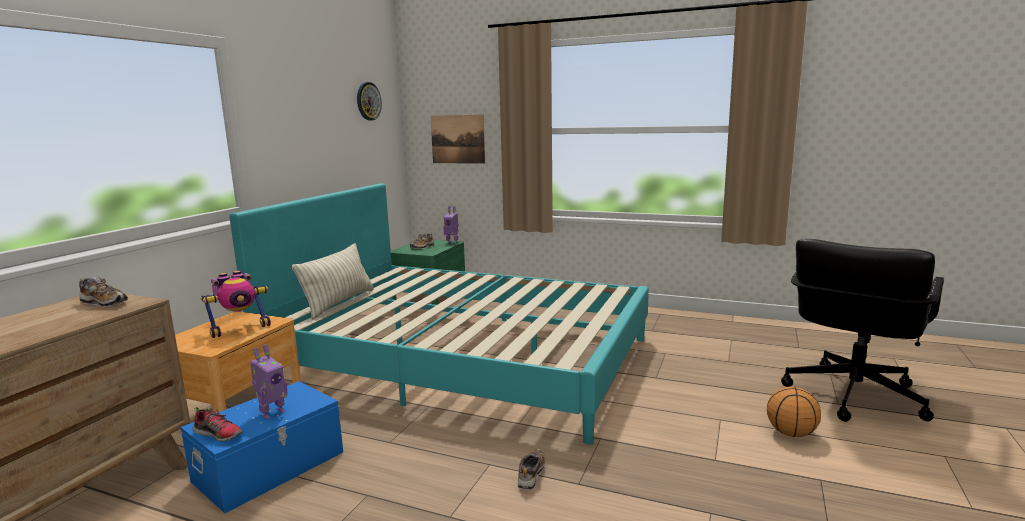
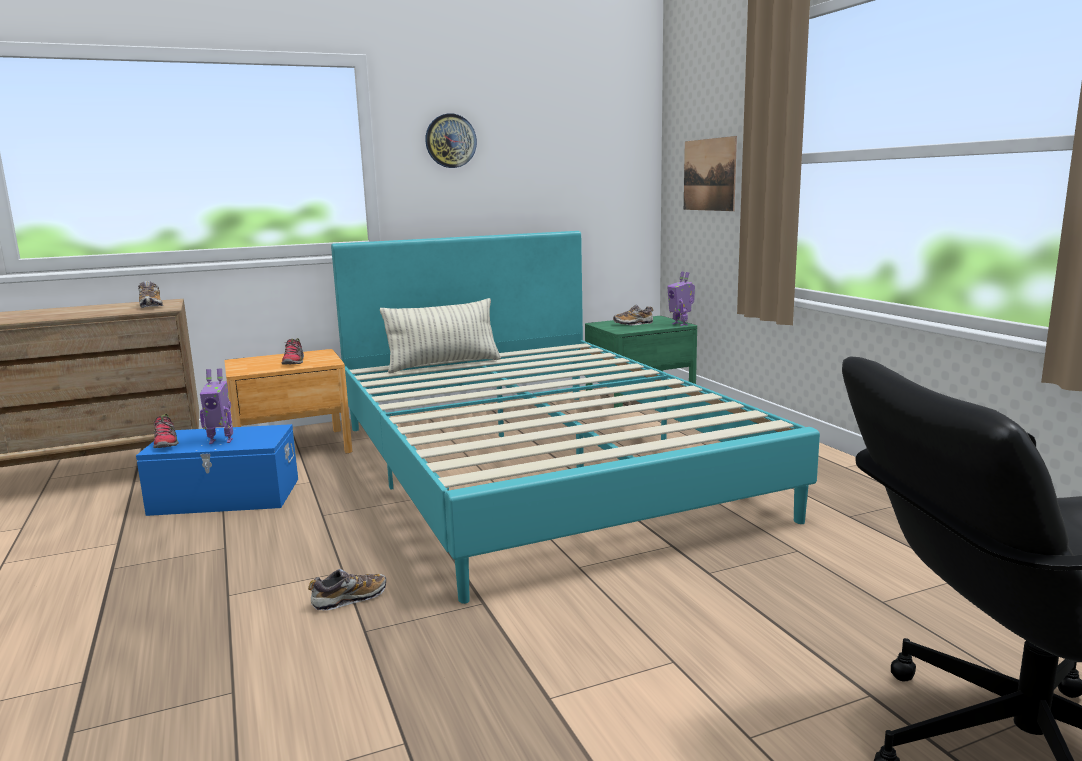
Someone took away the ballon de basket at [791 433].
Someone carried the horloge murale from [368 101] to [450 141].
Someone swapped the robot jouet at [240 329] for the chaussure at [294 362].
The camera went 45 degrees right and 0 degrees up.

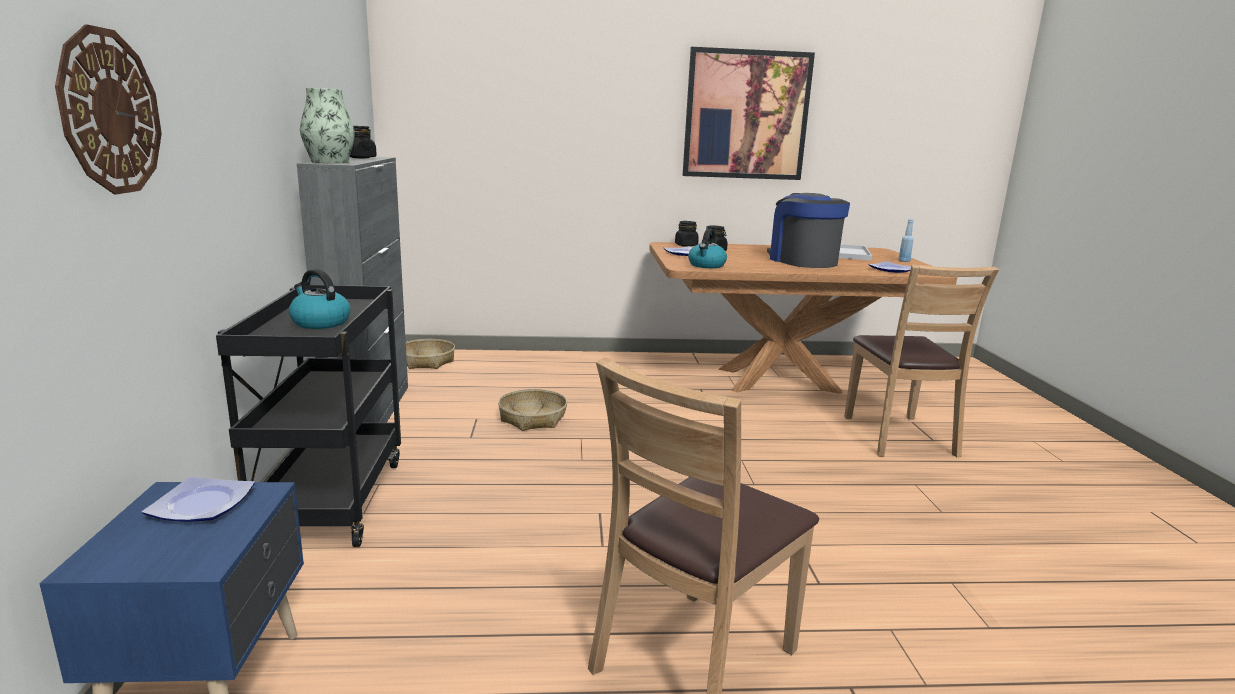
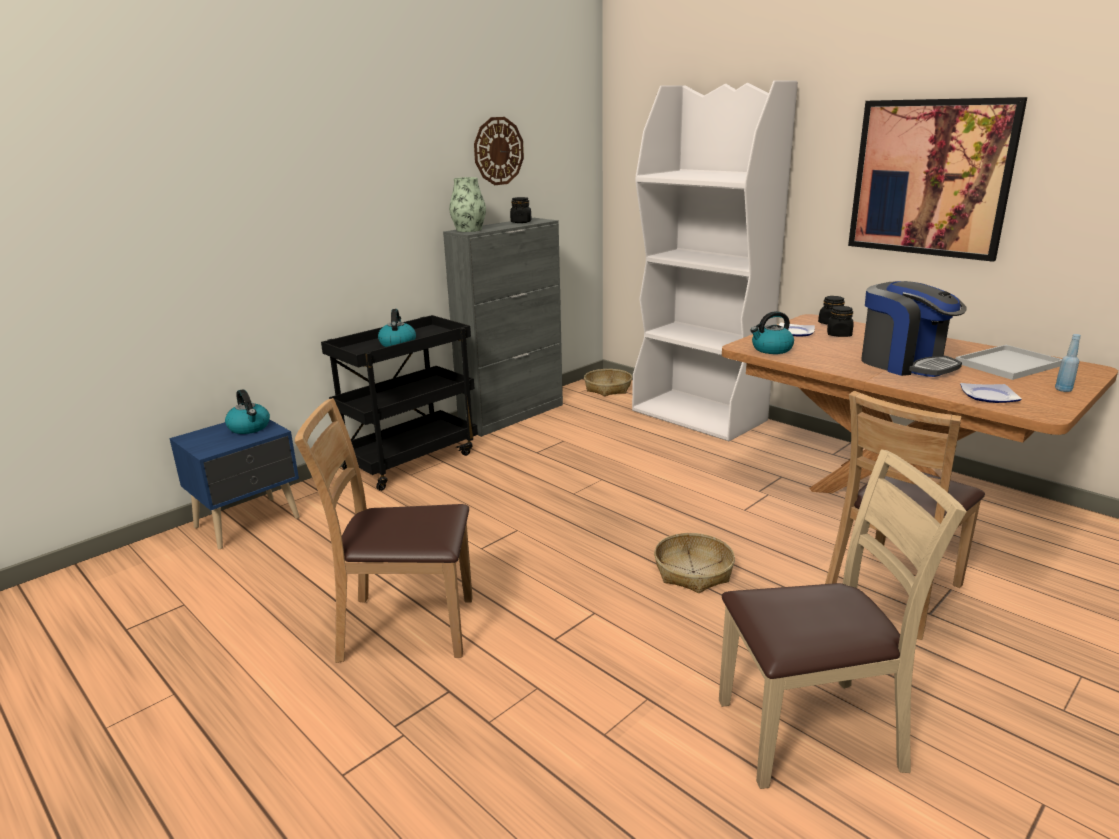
Someone put down the bibliothèque/blanc at [700 415].
Someone put down the chaise/beige at [811 732].
Someone carried the horloge murale from [110 112] to [498 151].
Someone carried the panier from [532 418] to [693 572].
Someone swapped the assiette at [201 504] for the bouilloire at [250 428].
Someone rotated the machine à café at [802 261] by 120 degrees clockwise.
The camera went 50 degrees right and 5 degrees up.

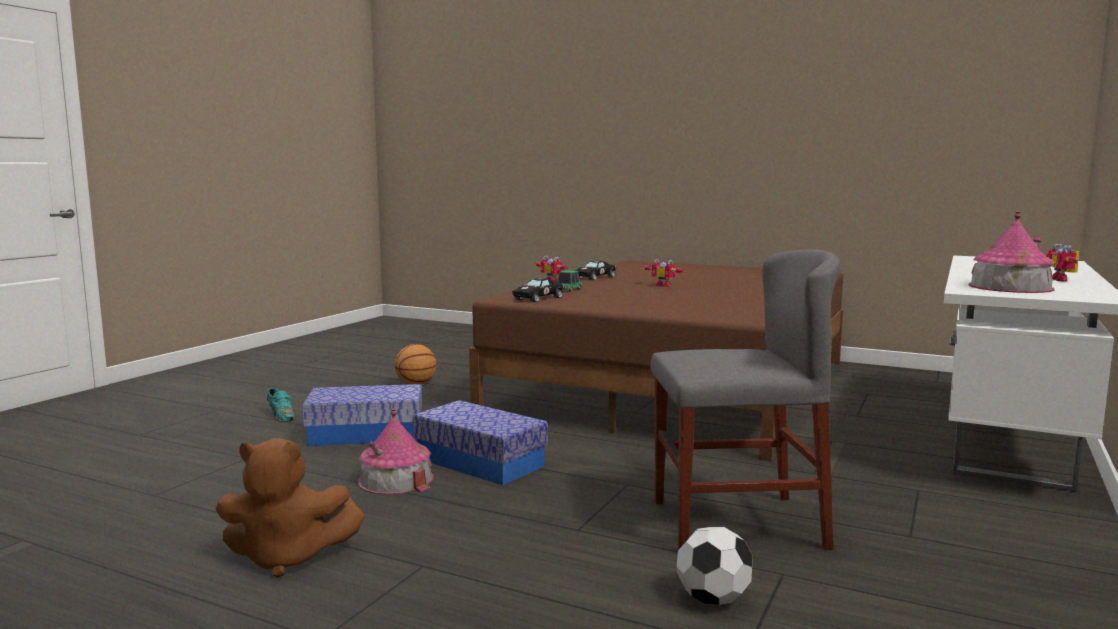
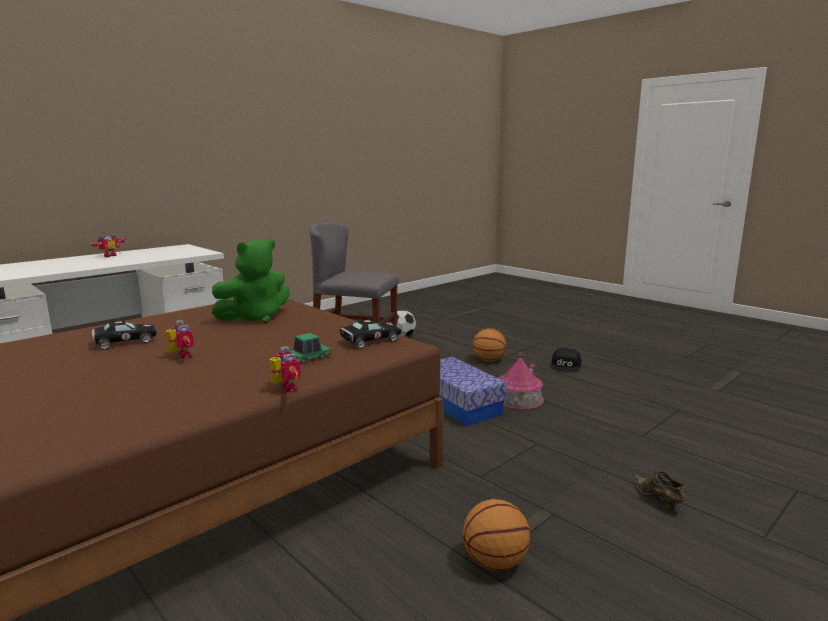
Someone took away the boîte de rangement at [366 434].
Someone took away the maison miniature at [1010 287].
Someone put down the peluche/vert at [255 318].
Someone put down the ballon de basket at [489 360].
Someone carried the petite voiture/noir from [595 277] to [122 342].
Someone swapped the peluche/marron at [287 558] for the casquette/noir at [566 366].
Someone repainted the chaussure/turquoise at [281 416], which became the chaussure/marron at [658 499].
The camera went 160 degrees left and 5 degrees up.

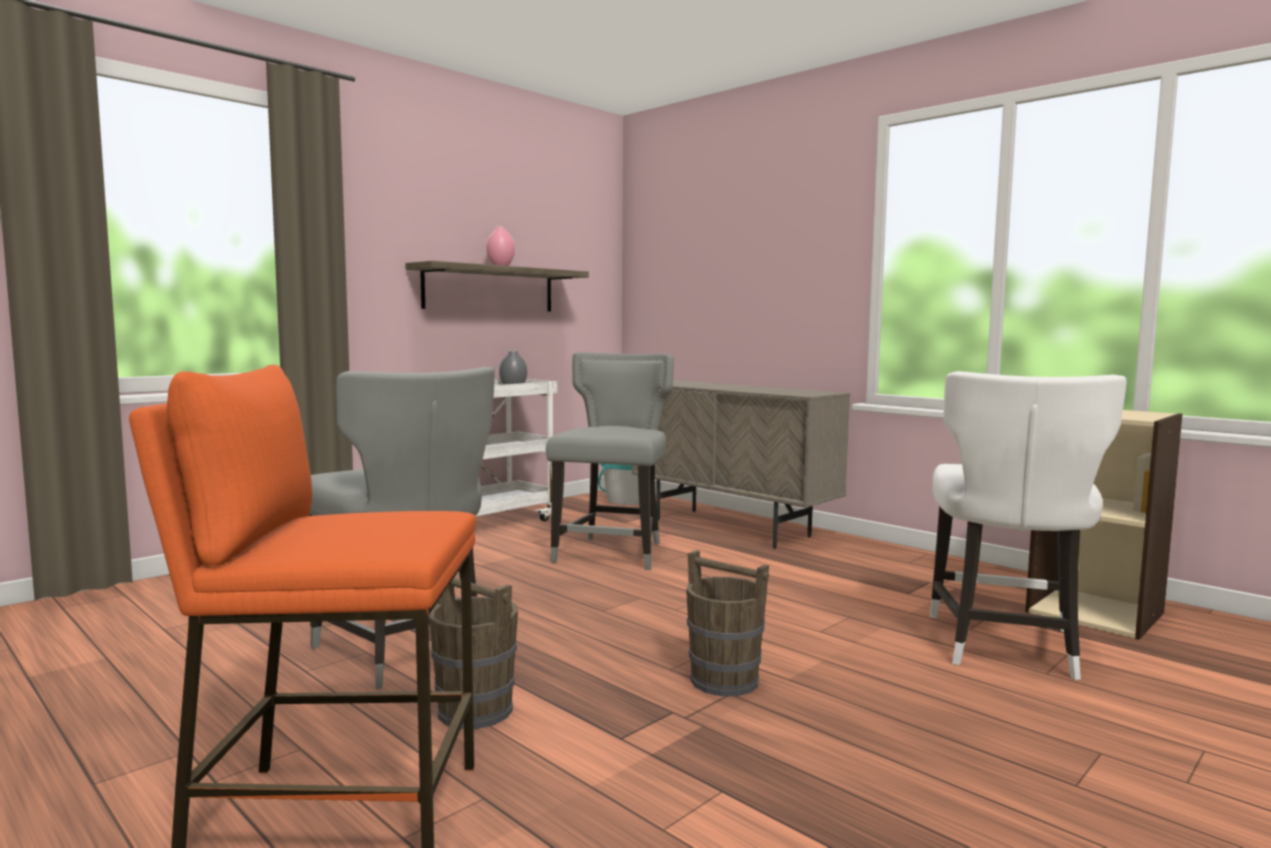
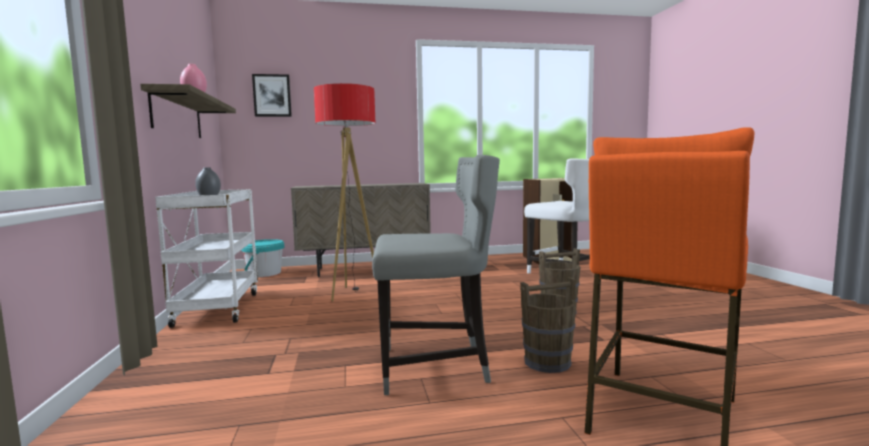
Someone put up the tableau at [272 95].
Someone swapped the chaise/gris at [613 552] for the lampadaire at [353 294].
The camera went 55 degrees left and 0 degrees up.

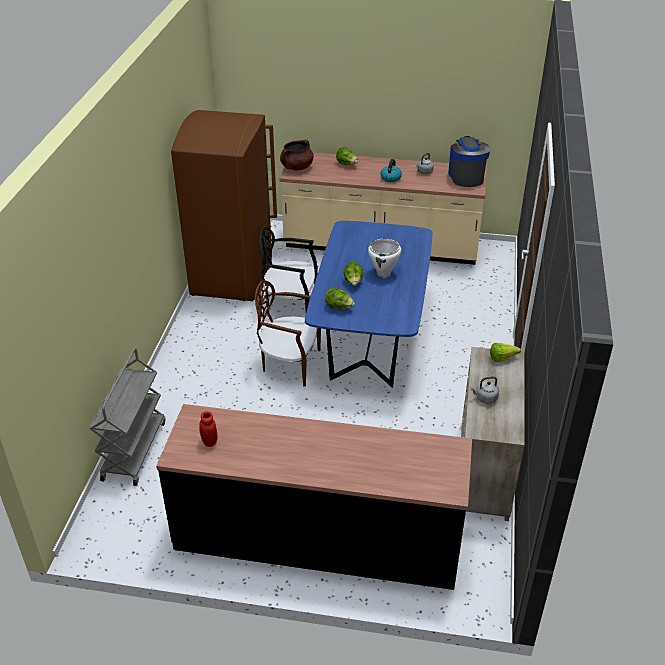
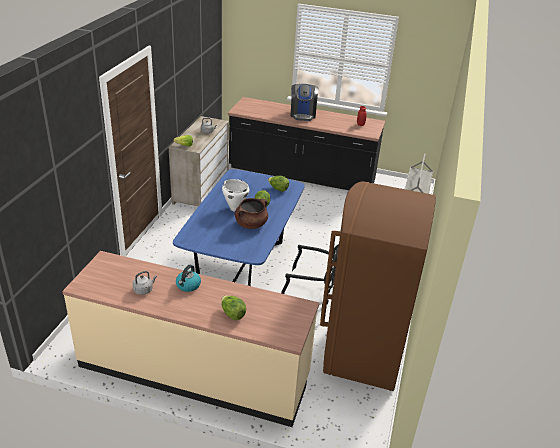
Someone took away the chaise/marron at [289 363].
Someone carried the marmite/marron from [297 167] to [251 224].
Someone carried the machine à café from [466 176] to [303 114].
The camera went 175 degrees left and 5 degrees down.

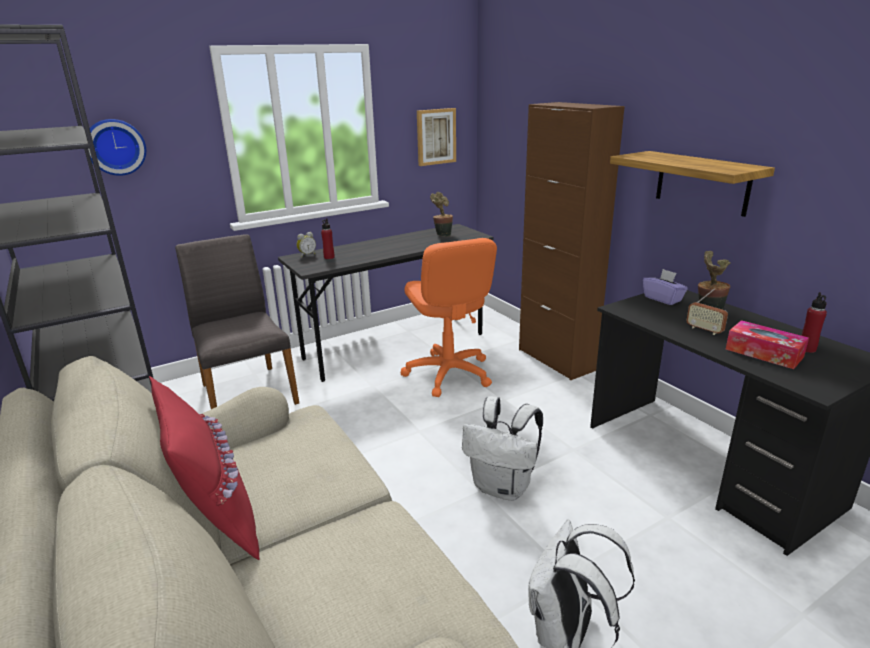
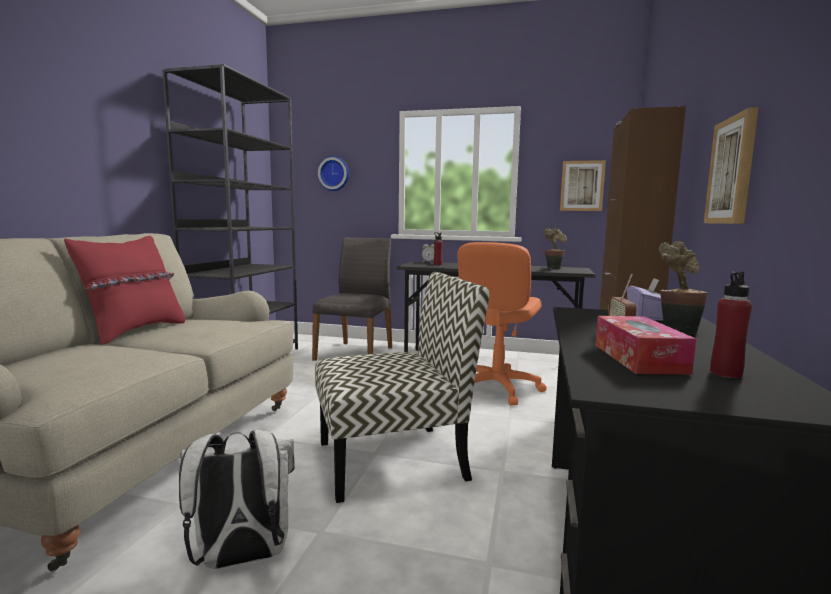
Someone swapped the sac à dos/blanc at [503 487] for the chaise at [394 459].
Someone swapped the étagère at [702 182] for the tableau at [732 171].
The camera went 45 degrees right and 15 degrees down.

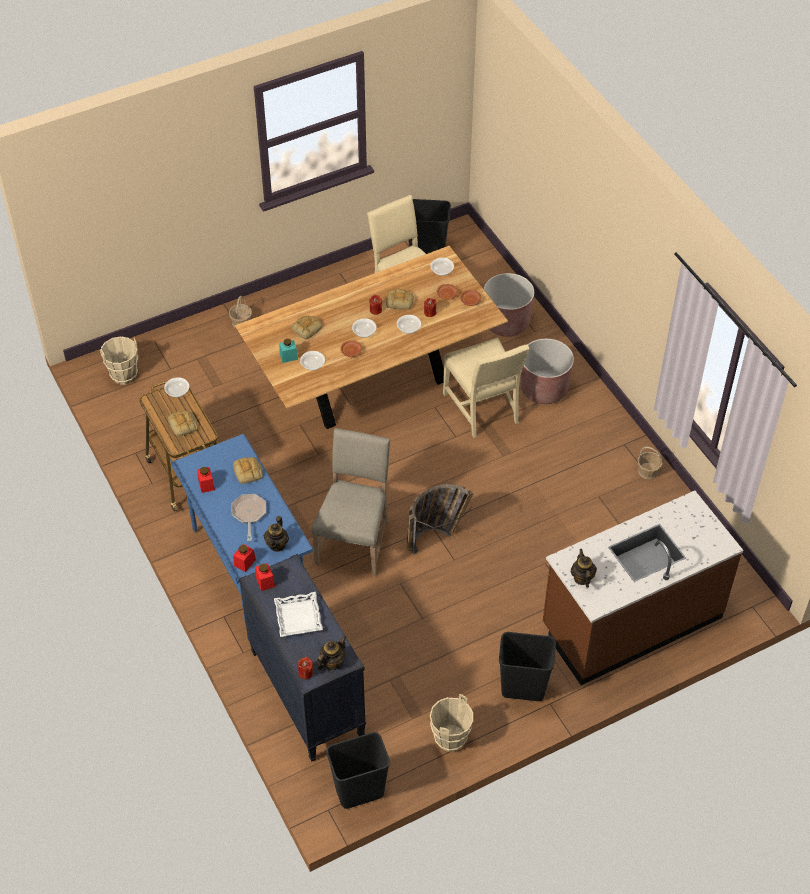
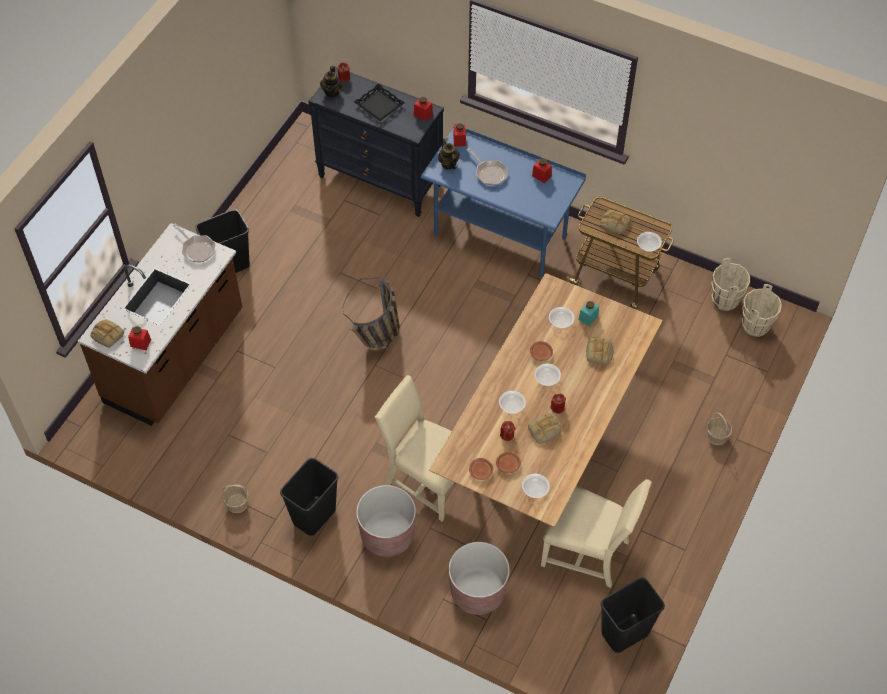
Someone took away the chaise/beige at [355 540].
Someone put down the bocal/rouge at [140 343].
Someone carried the pain from [248 472] to [107 335].
Someone carried the poubelle/noir from [359 792] to [314 515].
Someone carried the seau/beige from [450 738] to [725 300].
Someone swapped the théière at [582 578] for the poêle at [197 249].
Someone repainted the plateau/blanc at [299 617], which became the plateau/noir at [379 105].
The camera went 145 degrees right and 5 degrees up.

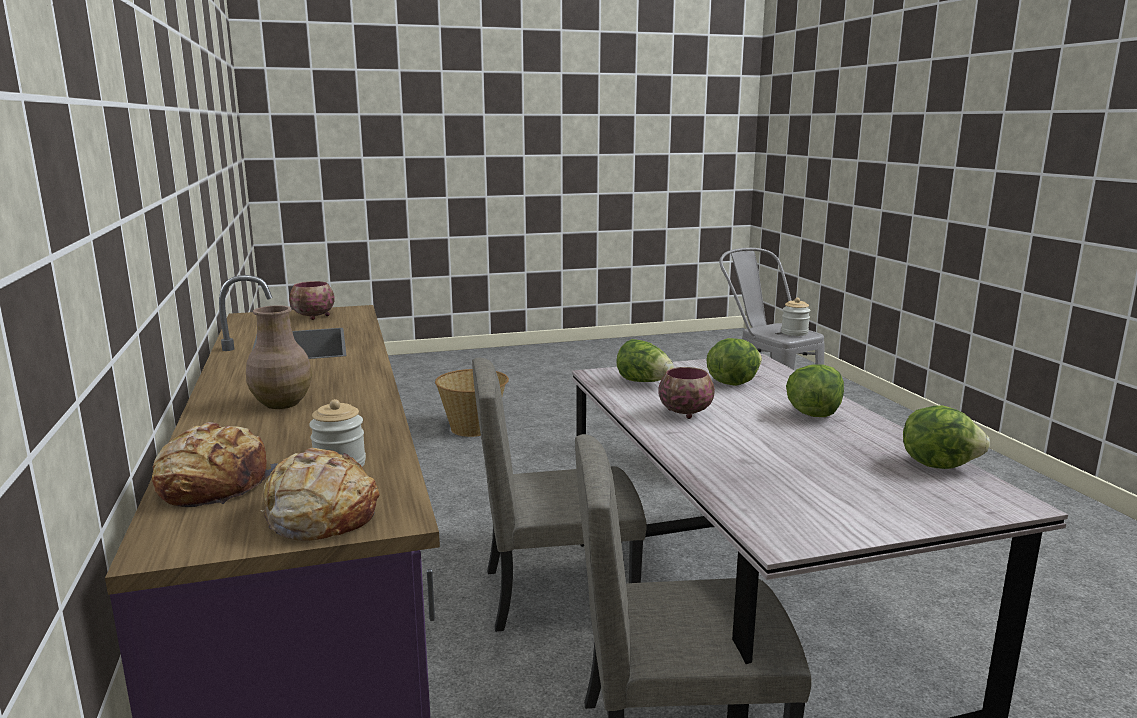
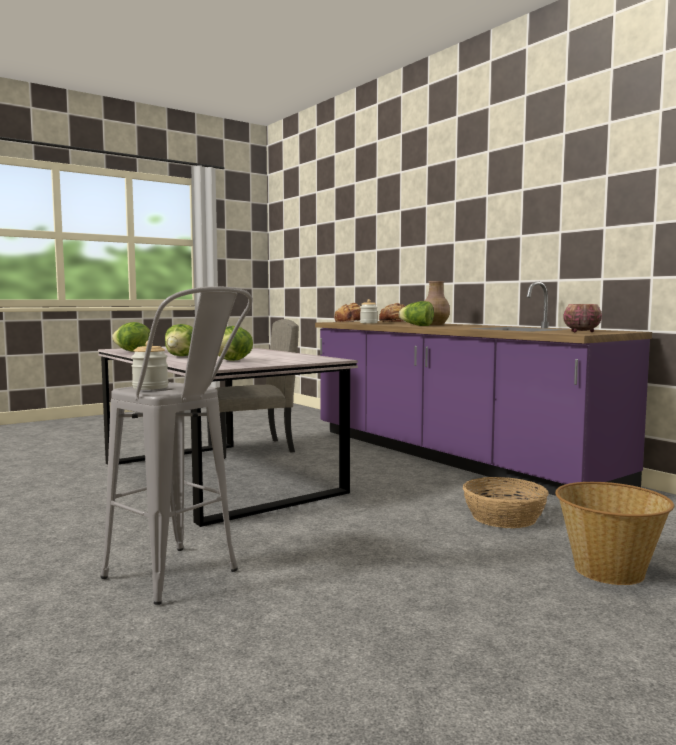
Someone took away the chaise/beige at [558 592].
Someone took away the bol at [685 413].
Someone put down the panier at [504 518].
Someone carried the laitue from [644 382] to [417 326].
The camera went 160 degrees right and 10 degrees down.

